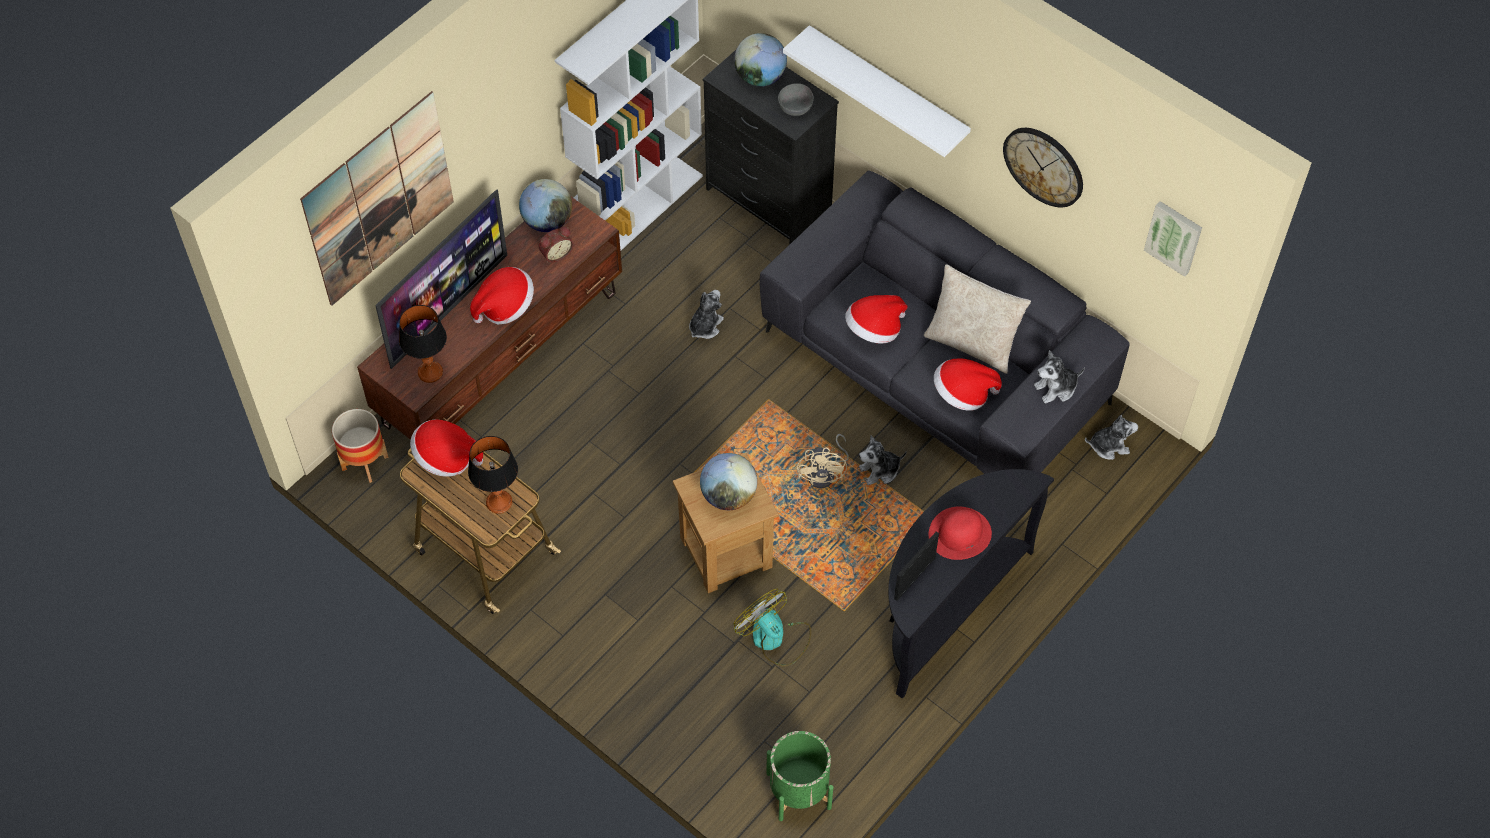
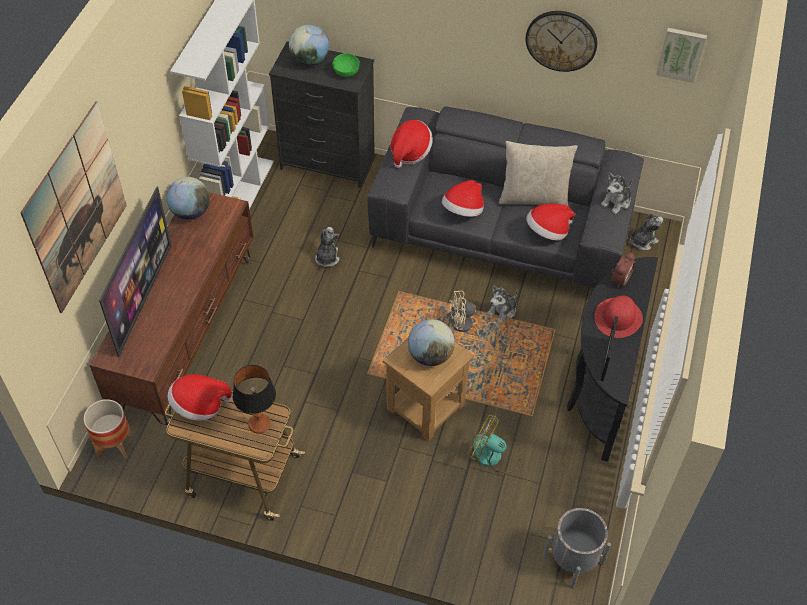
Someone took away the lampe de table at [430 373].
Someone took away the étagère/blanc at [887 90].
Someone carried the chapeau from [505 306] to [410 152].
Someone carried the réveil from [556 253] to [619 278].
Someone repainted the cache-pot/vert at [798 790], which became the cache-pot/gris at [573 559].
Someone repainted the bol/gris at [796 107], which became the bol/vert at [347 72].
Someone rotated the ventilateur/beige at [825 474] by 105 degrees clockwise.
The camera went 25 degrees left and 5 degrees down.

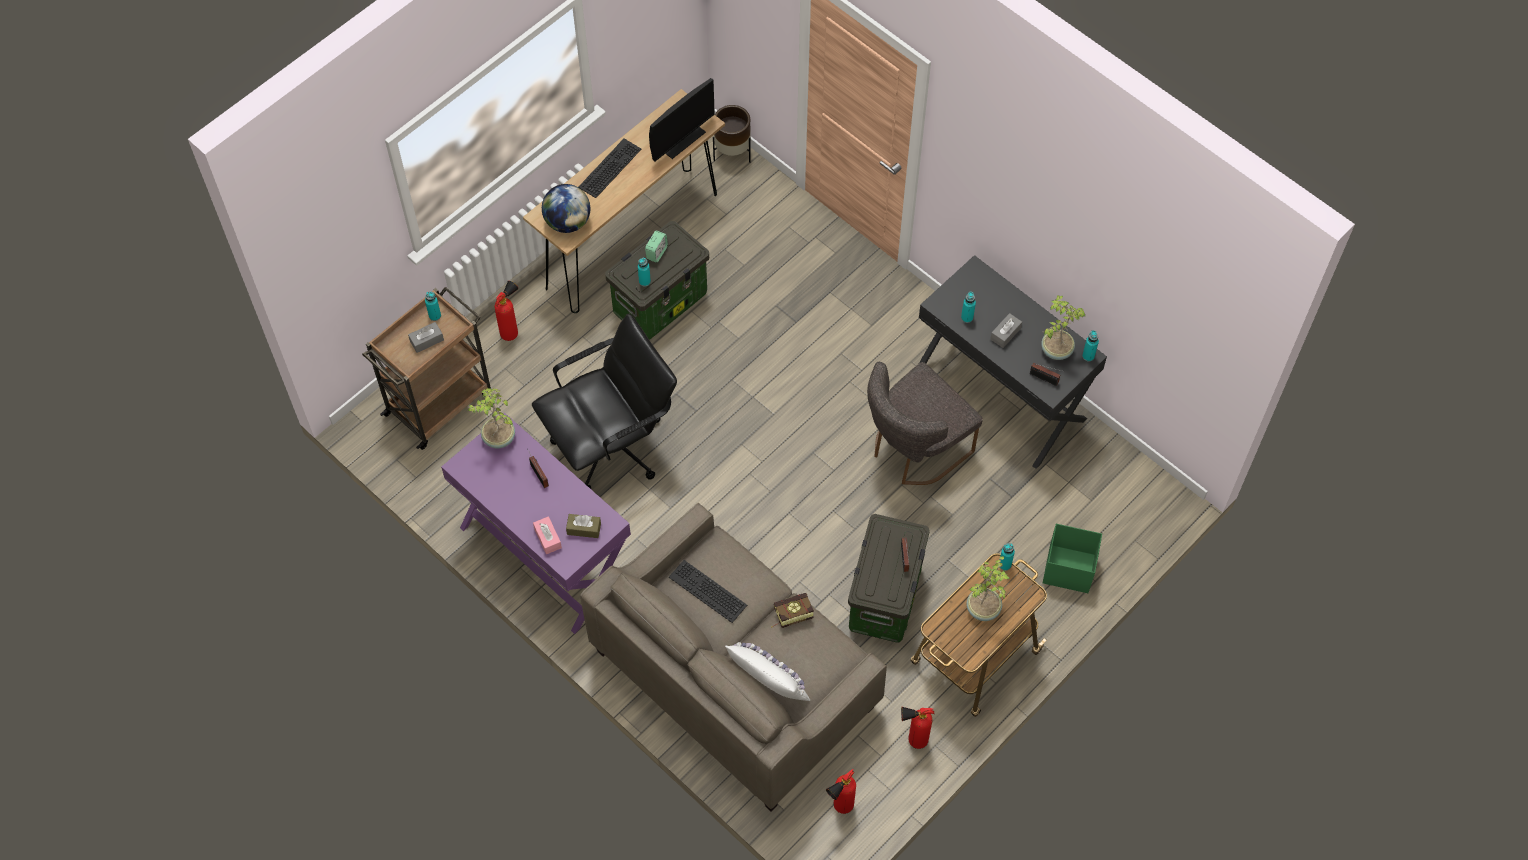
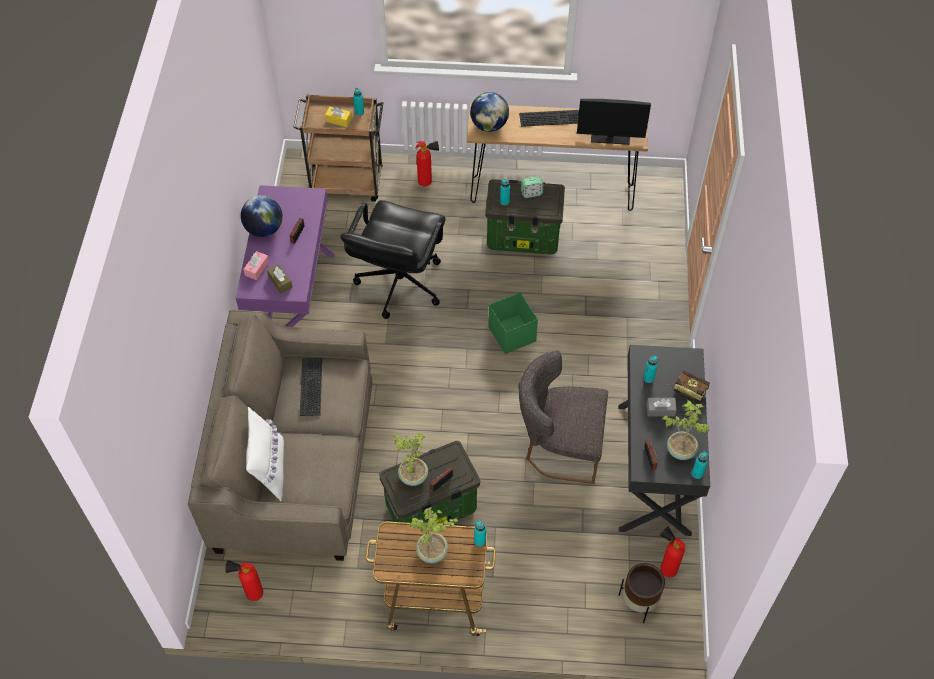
Someone put down the globe at [264 229].
Someone carried the plante en pot from [498 438] to [412 476].
Someone carried the cache-pot/marron from [732 153] to [638 602].
Someone carried the livre from [789 615] to [686 389].
Someone carried the extincteur from [913 740] to [665 567].
Someone carried the boîte de rangement/vert from [1068 568] to [512 333].
Someone repainted the boîte à mouchoirs/gris at [427 340], which became the boîte à mouchoirs/jaune at [338 120].
Someone rotated the chaise de bureau/noir at [611 446] by 90 degrees clockwise.
The camera went 50 degrees right and 5 degrees down.

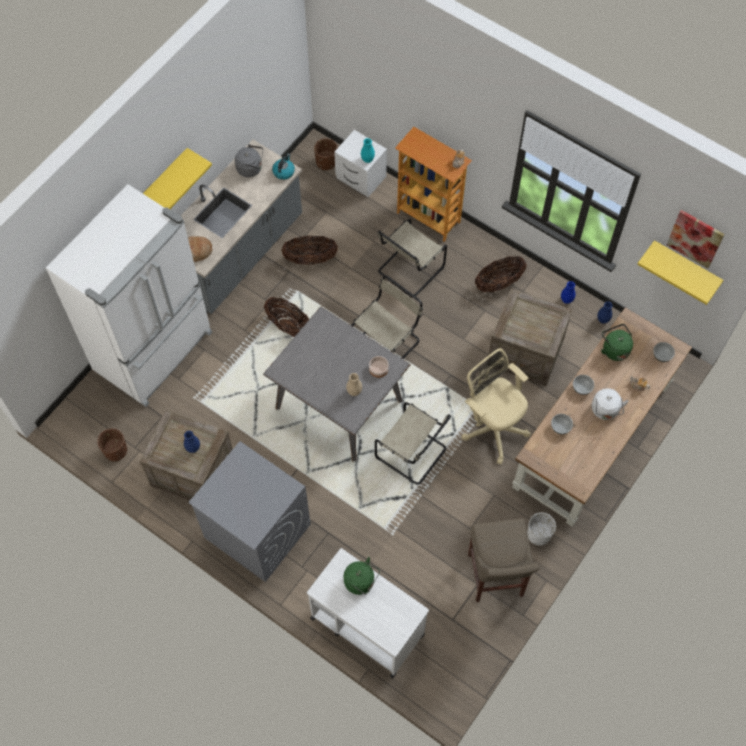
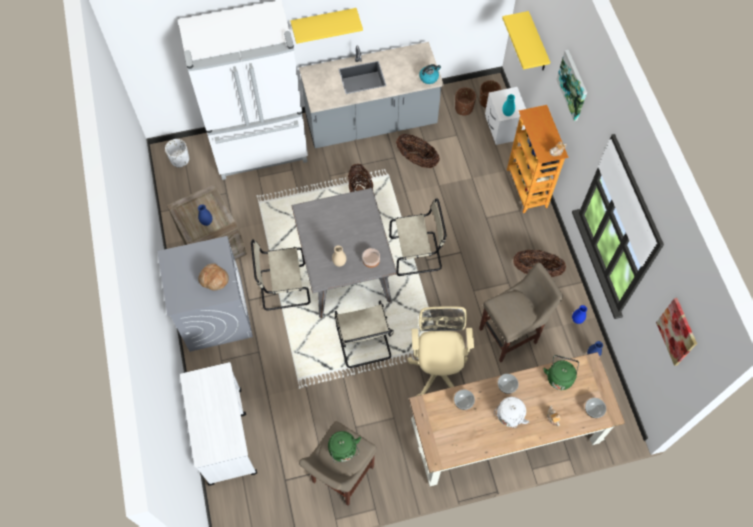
Someone took away the bouilloire/gris at [251 168].
Someone put up the tableau at [573 85].
Someone carried the cache-pot/marron from [115 451] to [463 108].
Someone carried the pain from [197 251] to [214 279].
Someone carried the bouilloire/vert from [361 582] to [343 451].
Someone carried the chaise/beige from [409 270] to [282 288].
Someone carried the cache-pot/blanc from [538 534] to [180 160].
Someone carried the étagère/jaune from [685 267] to [537 43].
Someone swapped the caisse at [525 352] for the tabouret/beige at [510 335].
The camera went 40 degrees right and 0 degrees up.

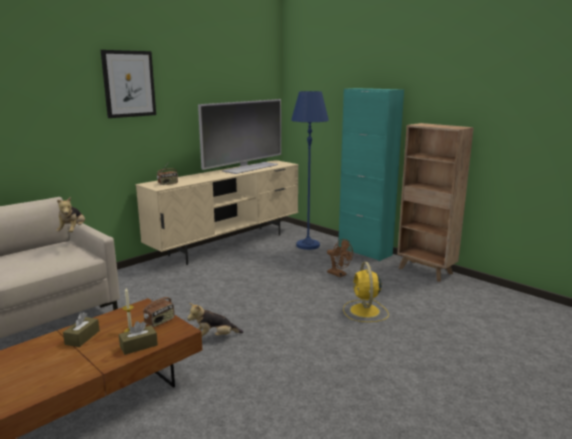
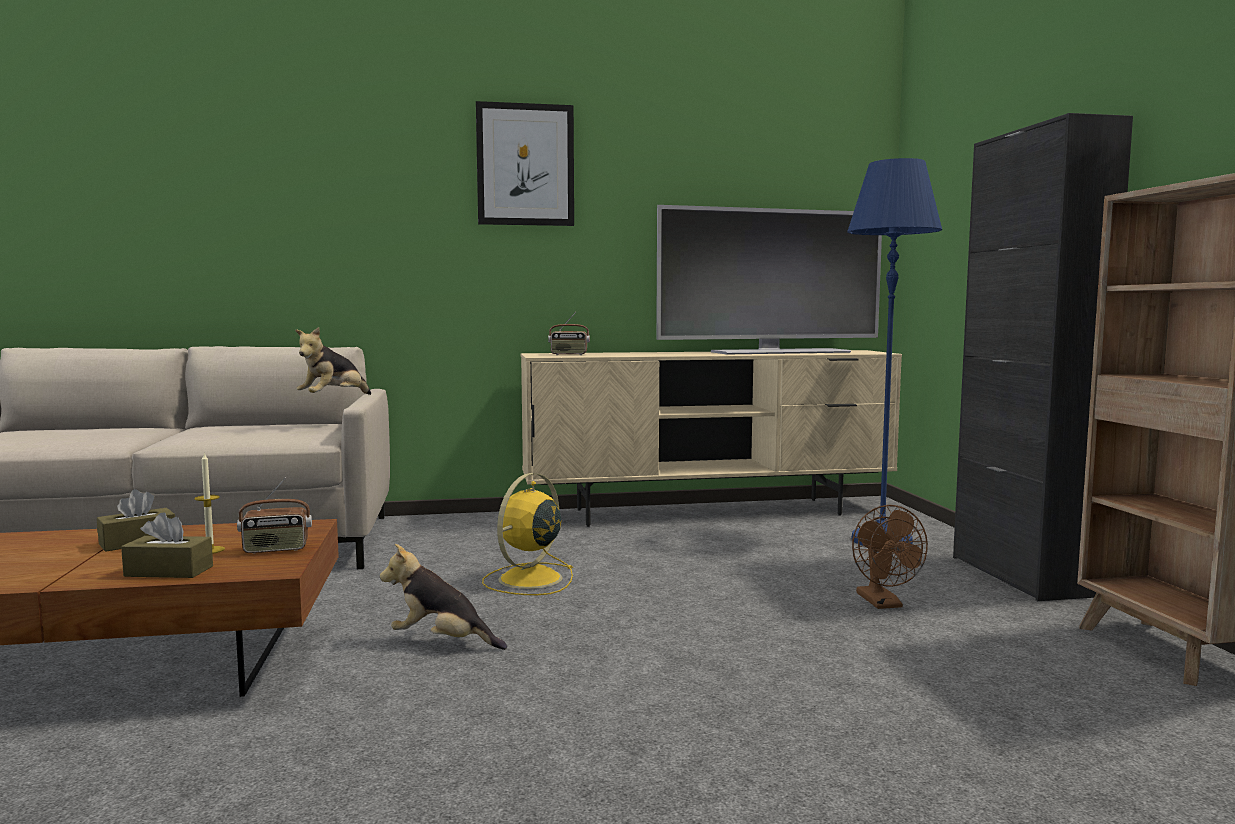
Someone carried the ventilateur/jaune from [365 311] to [528 579].
Someone repainted the meuble de rangement/turquoise at [364 251], which became the meuble de rangement/noir at [1020 576].
The camera went 35 degrees right and 10 degrees down.

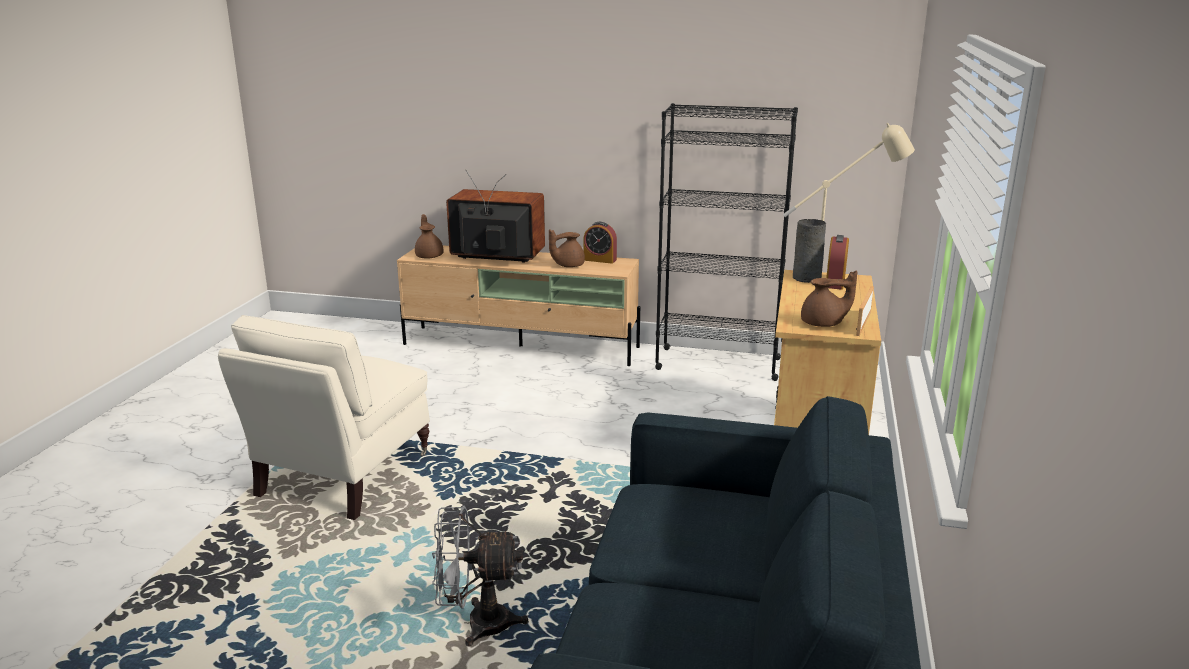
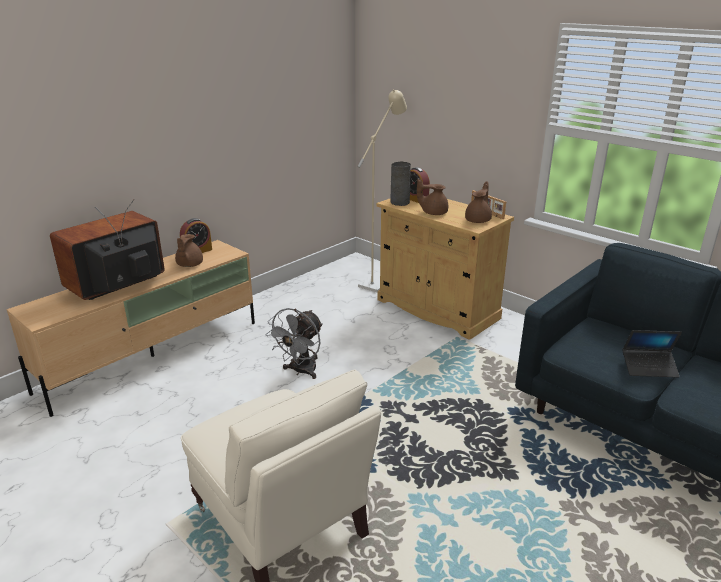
Someone took away the bibliothèque/noir at [717 364].
Someone put down the ordinateur portable at [649 368].
Someone carried the théière/marron from [429 256] to [433 212].
Someone carried the ventilateur/gris from [477 624] to [301 371].
The camera went 60 degrees left and 5 degrees up.

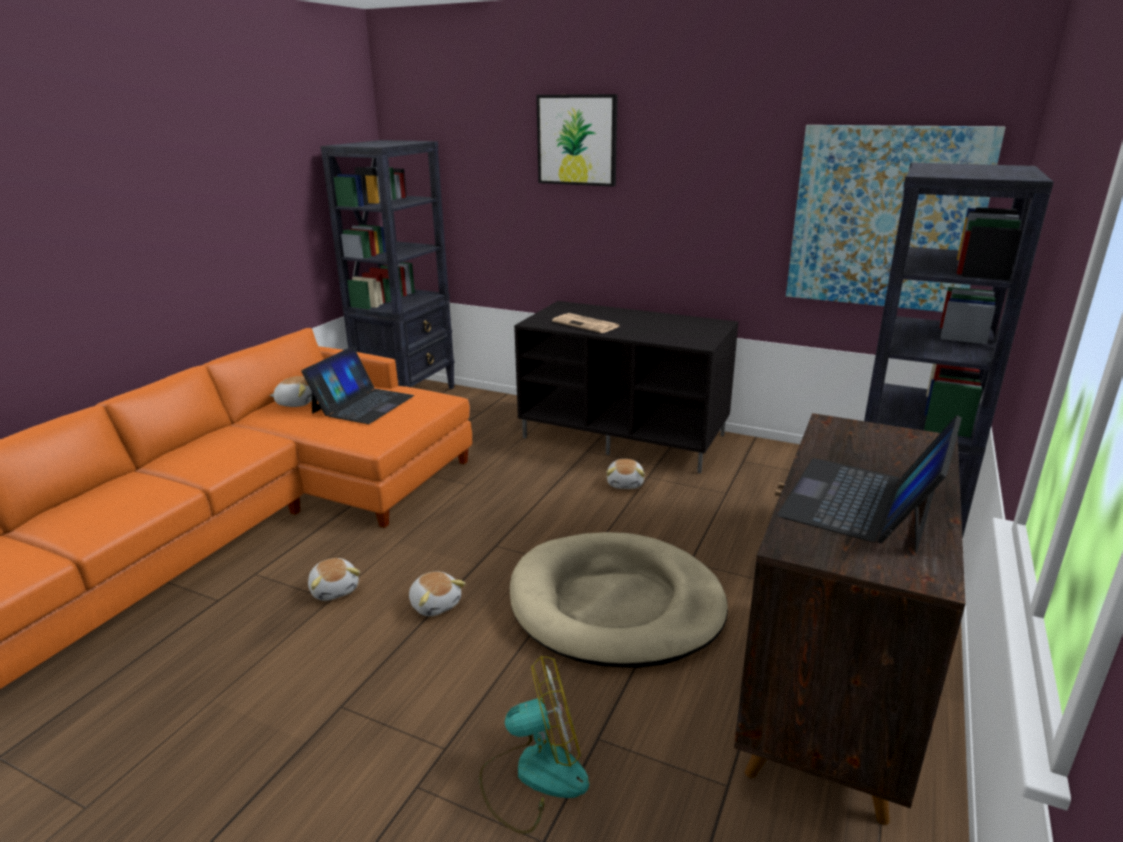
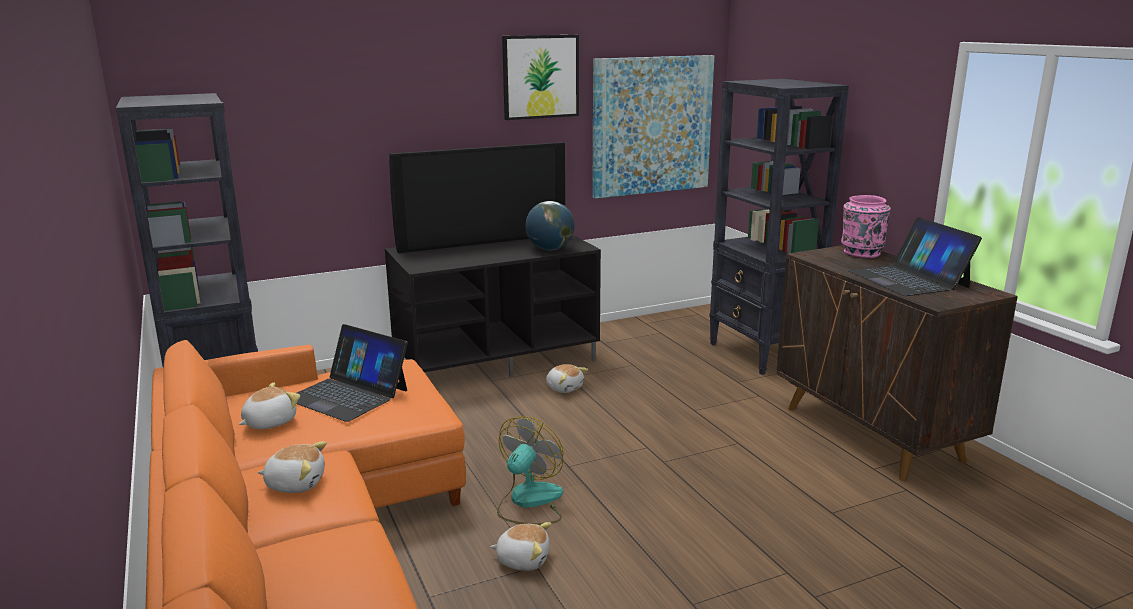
Someone took away the panier pour chien/beige at [616 605].
Someone took away the journal at [587 324].
Someone put down the téléviseur at [482 241].
Someone put down the globe at [550 249].
Someone put down the vase/rose at [861 253].
Someone carried the peluche from [435 604] to [296 483].
Someone carried the ventilateur from [534 776] to [529 502].
Someone carried the tableau from [577 140] to [540 77].
Someone rotated the ordinateur portable at [362 404] by 150 degrees clockwise.
The camera went 50 degrees left and 5 degrees down.

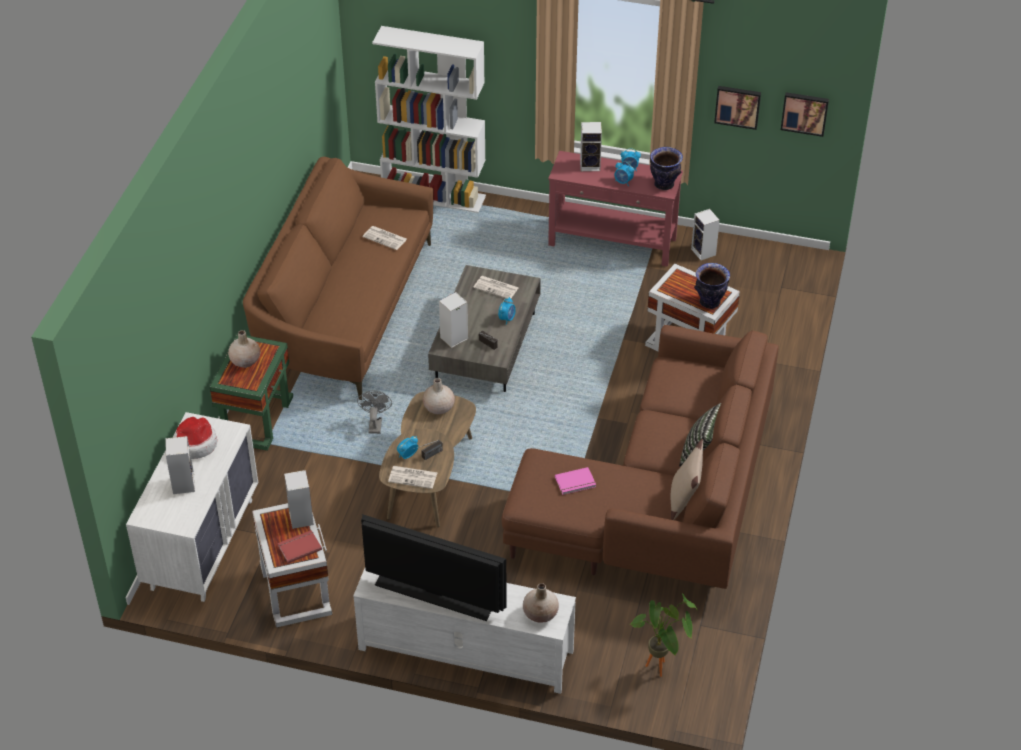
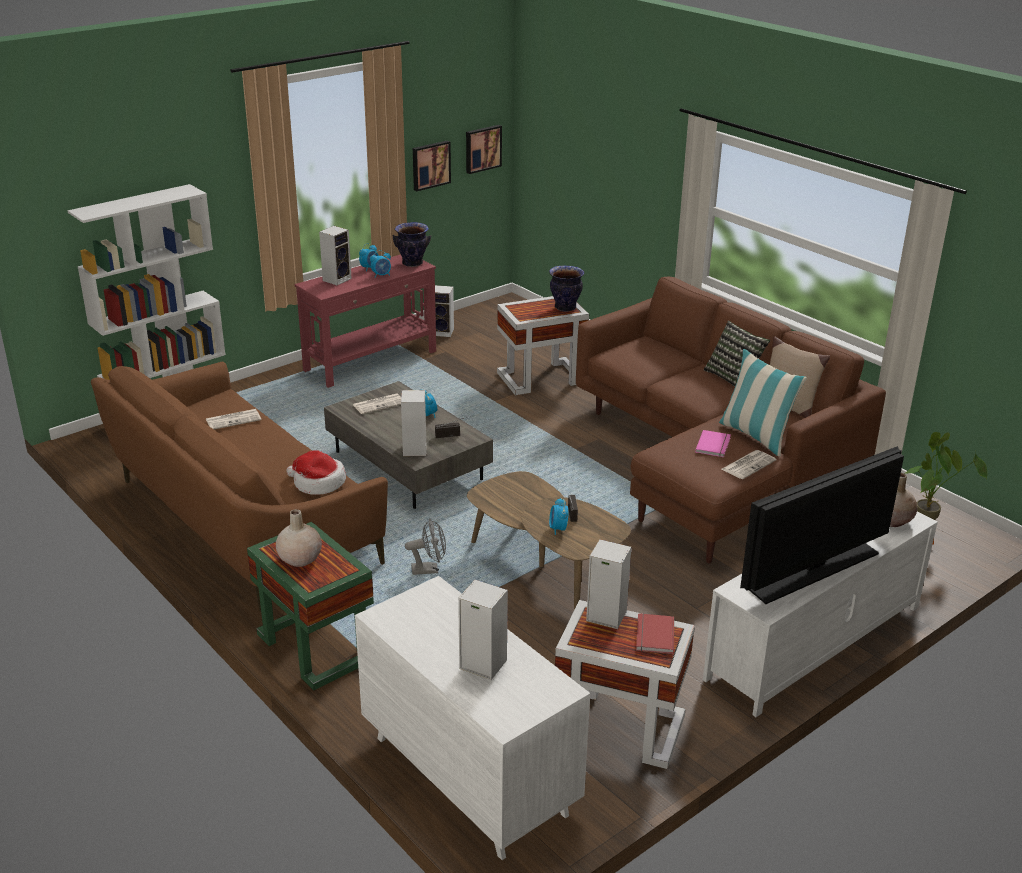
Someone took away the vase/beige at [438 407].
Someone put down the coussin at [756 436].
Someone carried the chapeau from [195 444] to [318 483].
Someone carried the journal from [413 477] to [748 464].
Someone rotated the ventilateur/gris at [375 424] by 135 degrees clockwise.
The camera went 55 degrees left and 15 degrees down.

